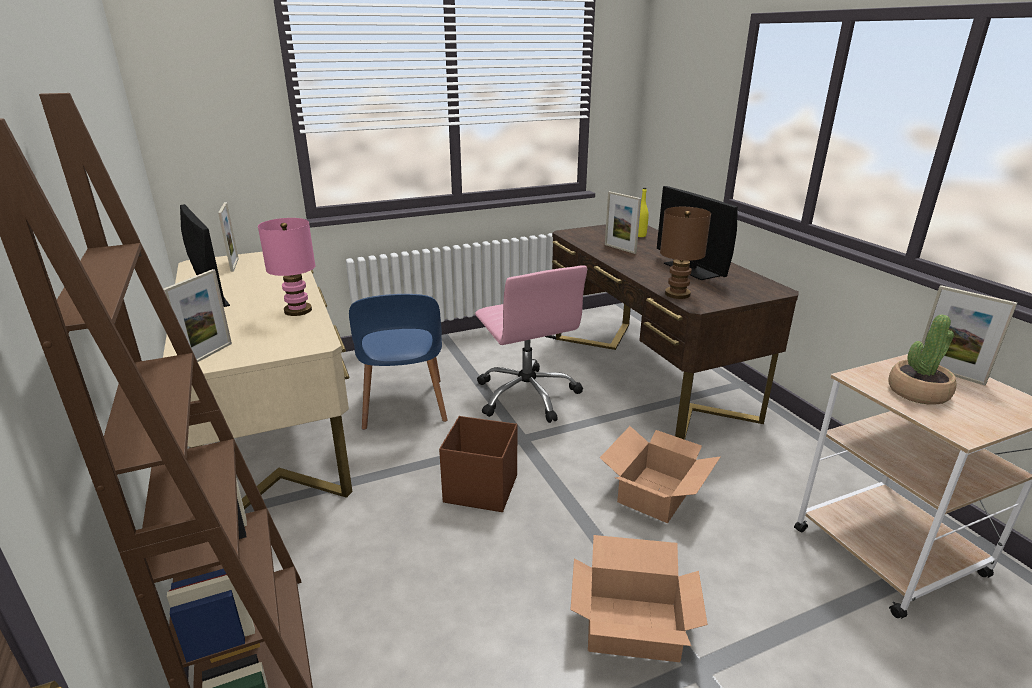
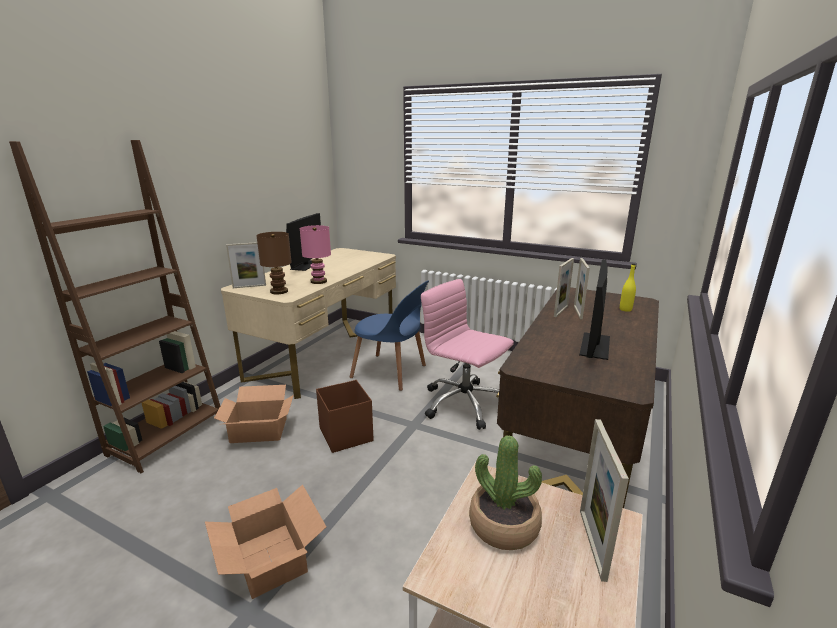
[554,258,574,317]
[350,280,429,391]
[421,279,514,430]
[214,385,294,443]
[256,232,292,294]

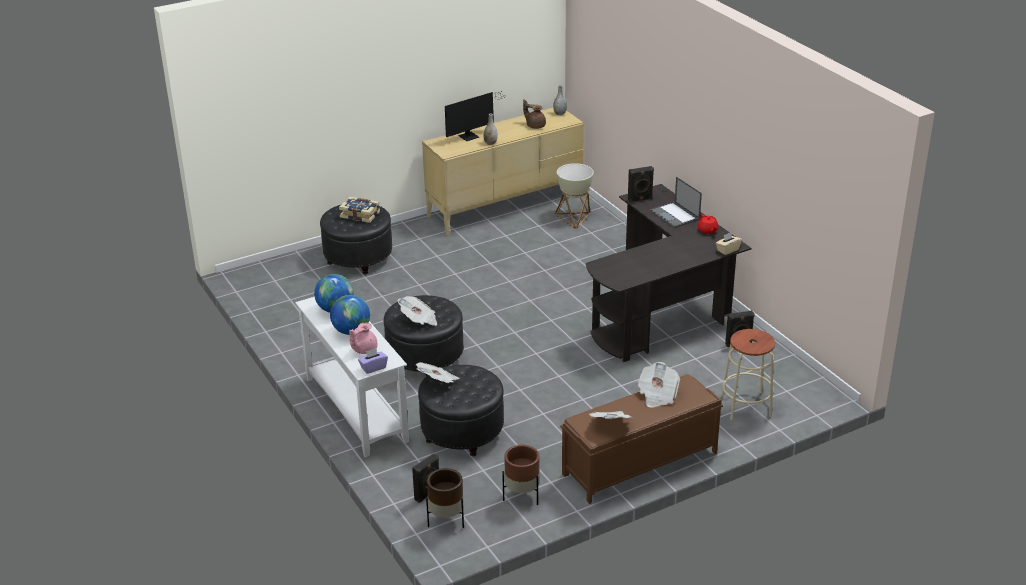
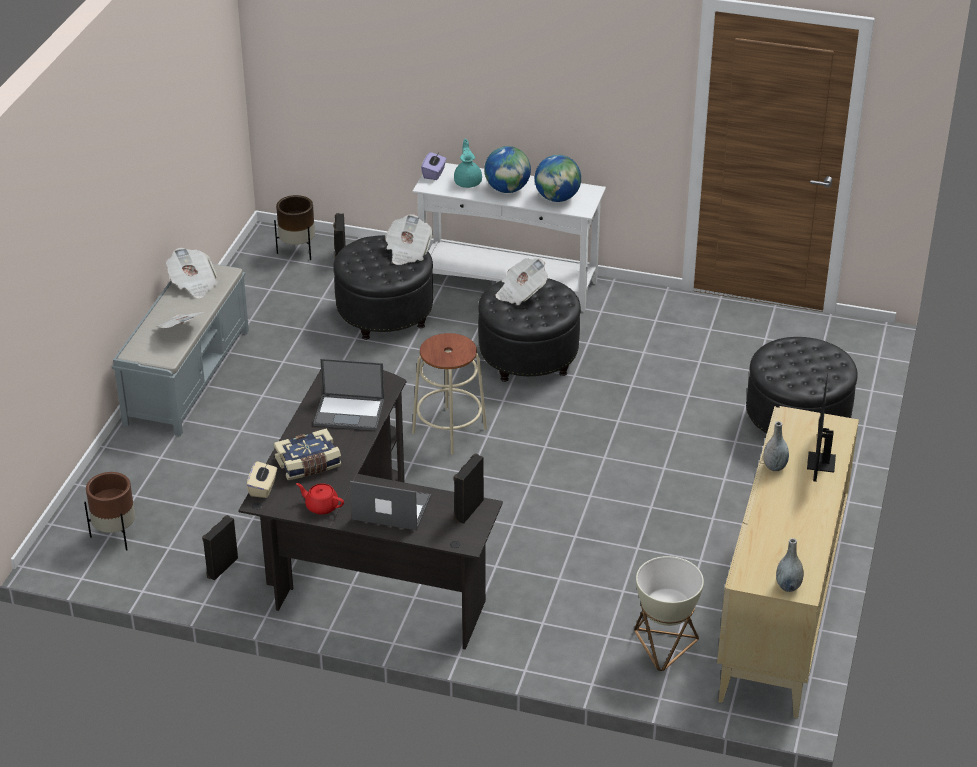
[274,428,341,480]
[454,139,482,188]
[84,472,135,551]
[523,99,546,129] (first image)
[112,263,249,436]
[412,333,487,455]
[313,358,385,431]

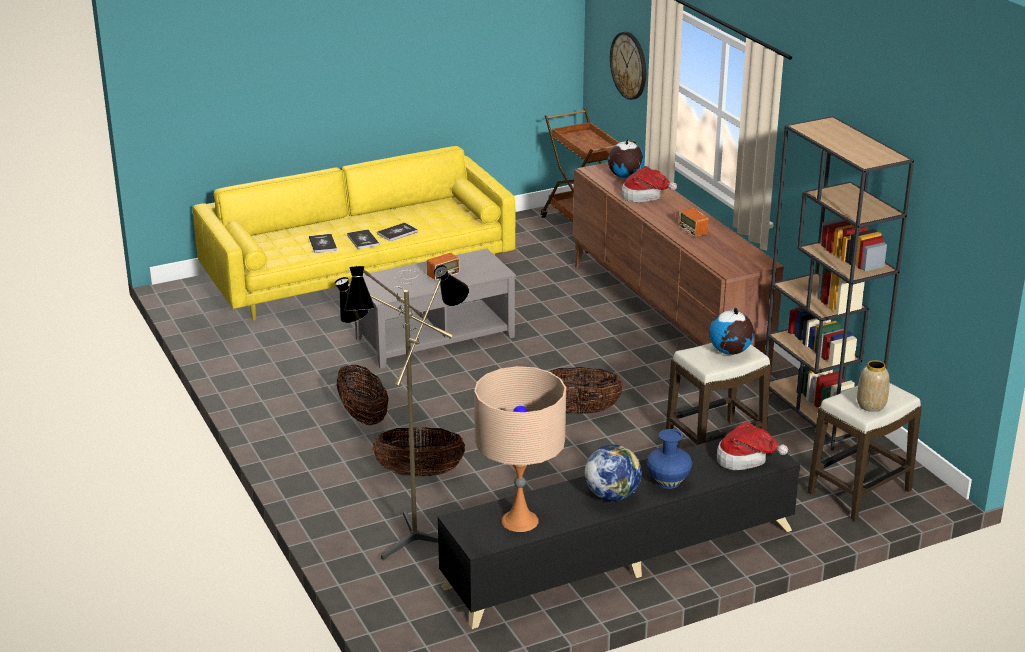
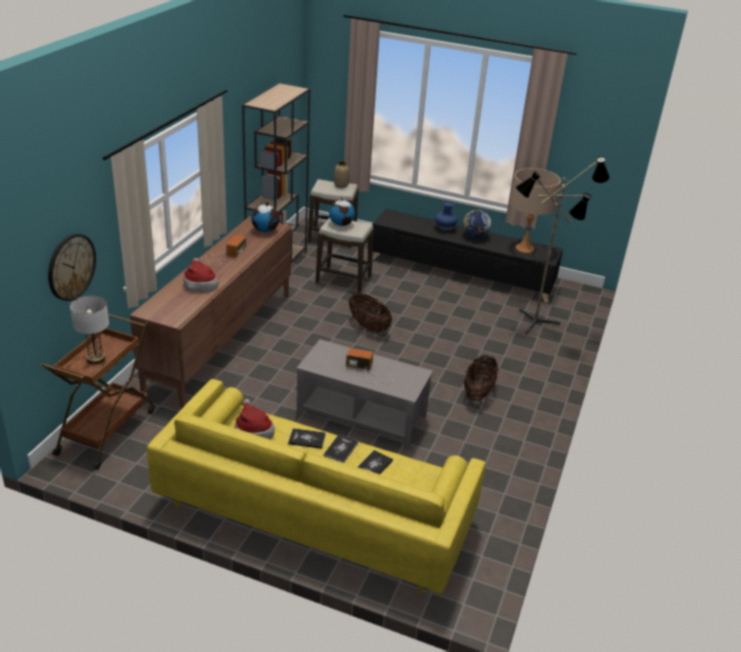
[372,427,465,477] (first image)
[251,202,279,232]
[235,399,275,439]
[70,296,109,364]

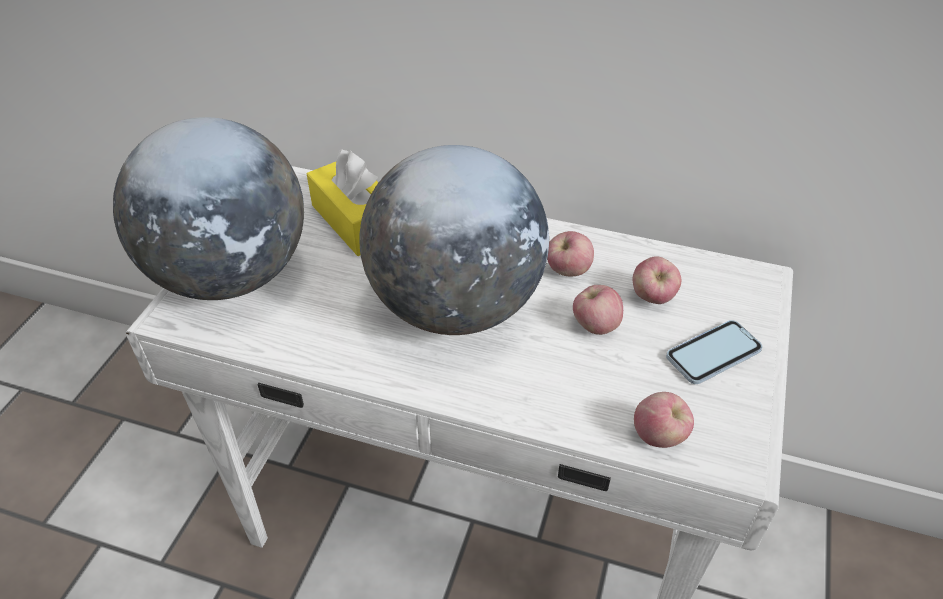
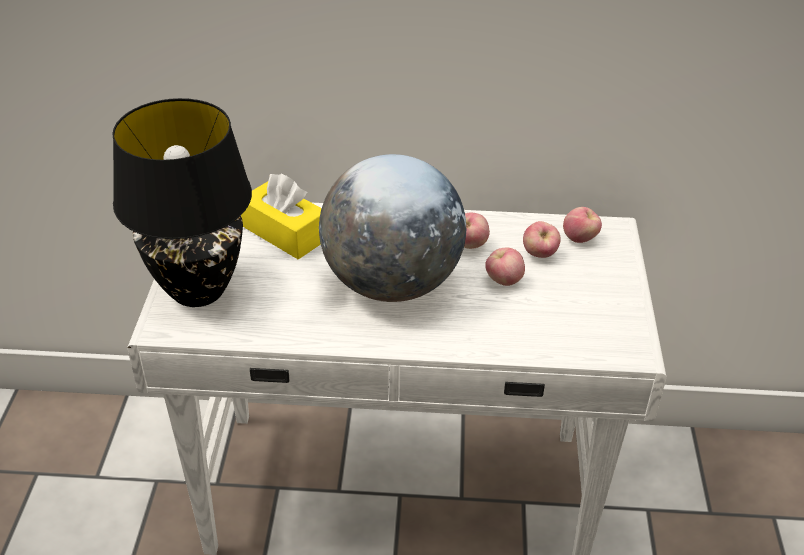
[112,98,252,307]
[563,207,602,243]
[666,320,762,384] (first image)

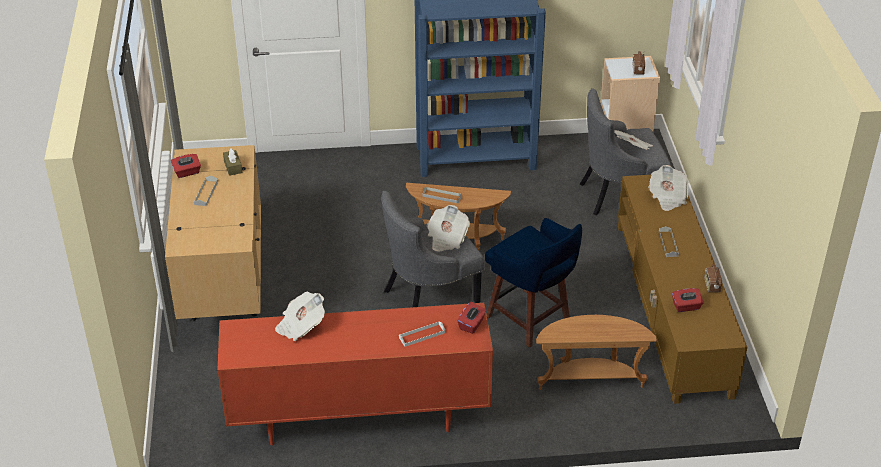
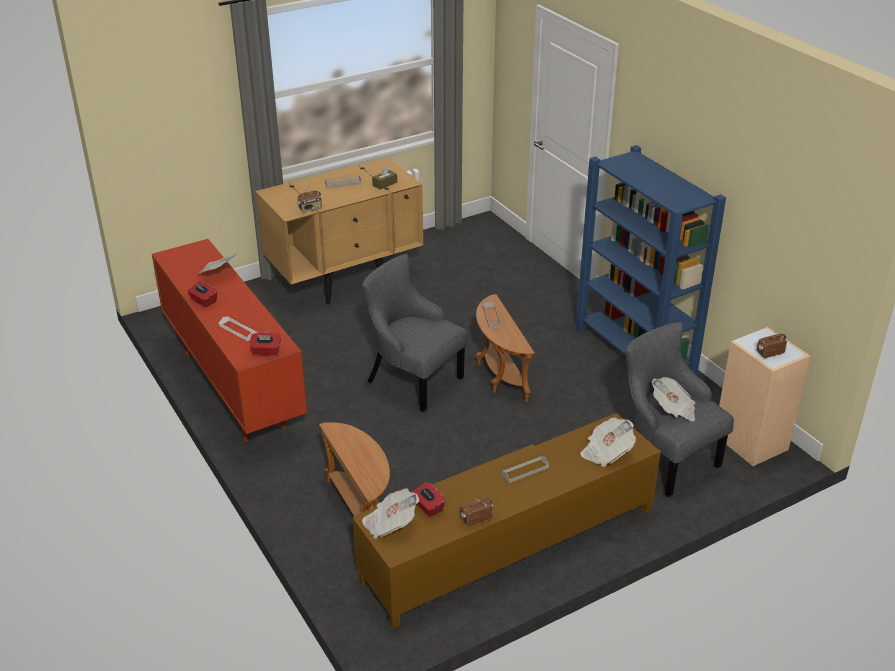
[188,281,217,307]
[362,488,419,539]
[485,218,582,348] (first image)
[297,184,322,212]

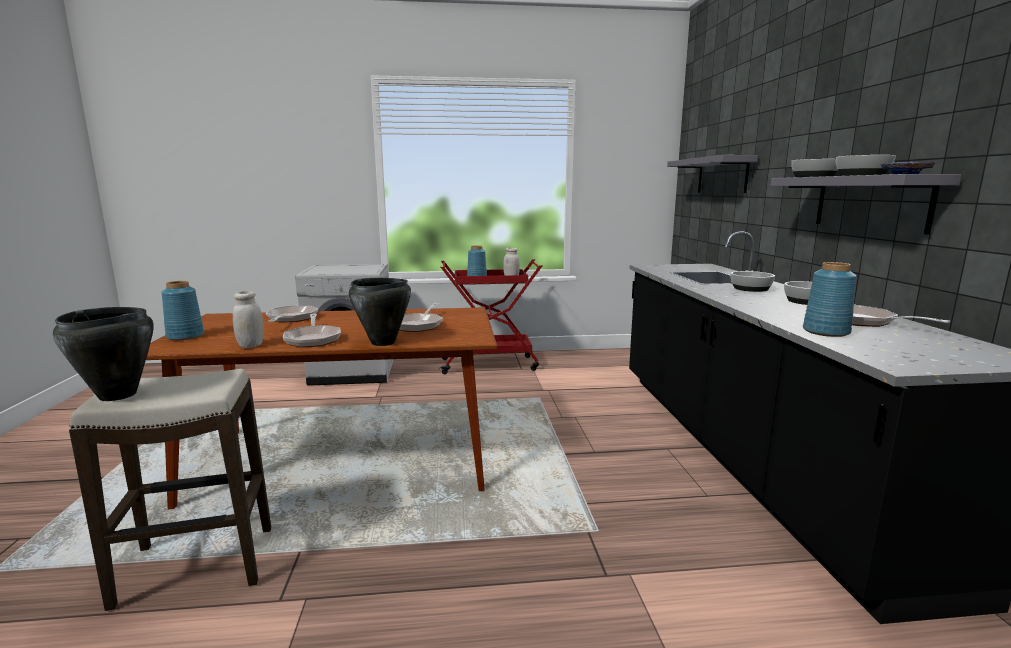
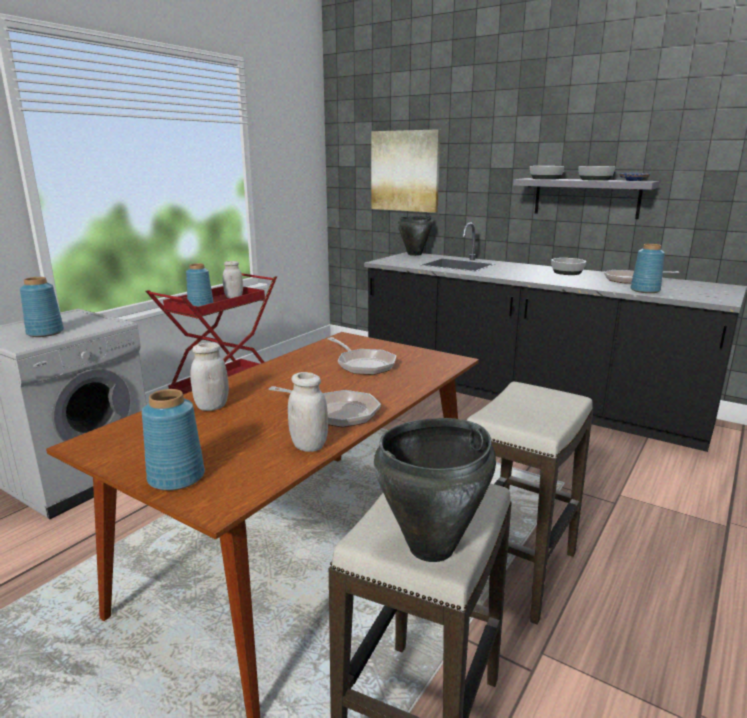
[190,342,229,411]
[398,216,433,256]
[371,129,441,213]
[730,271,775,292] (first image)
[20,277,64,337]
[467,382,593,625]

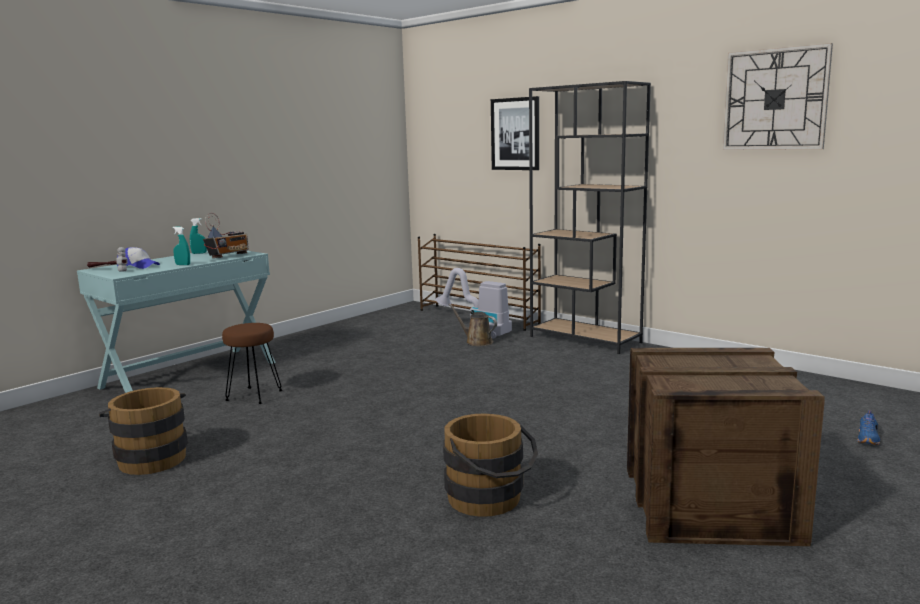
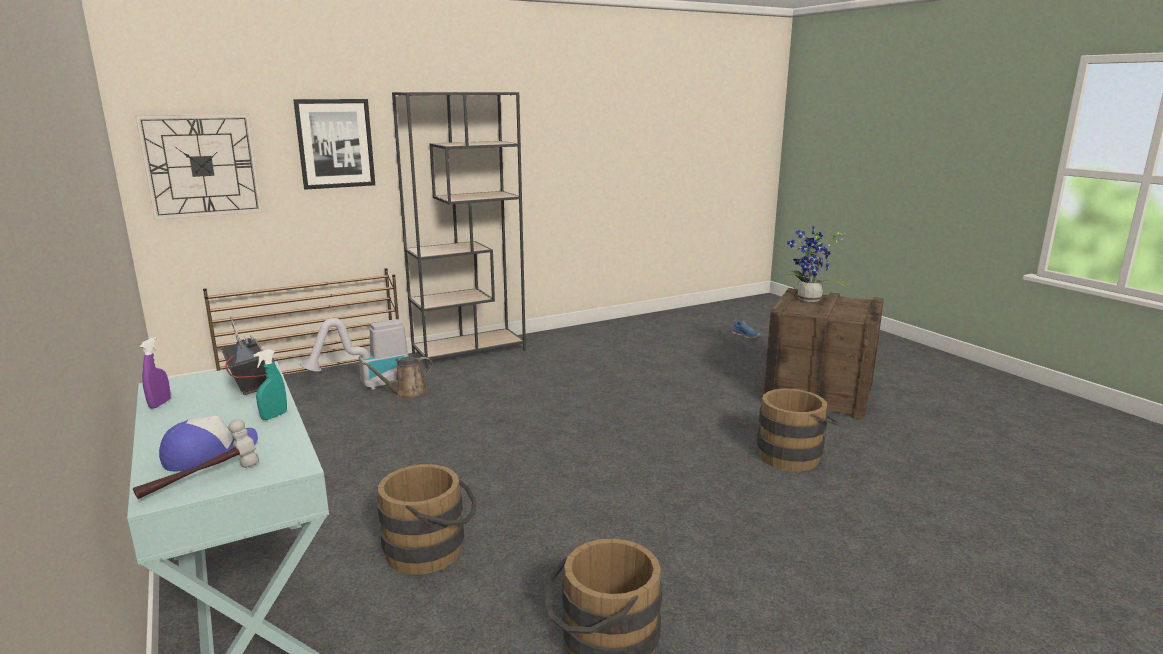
[140,337,171,409]
[378,464,477,575]
[135,114,262,220]
[784,226,849,302]

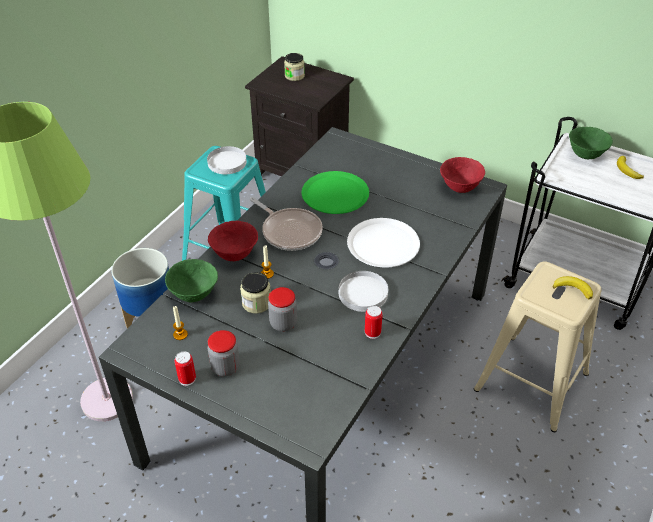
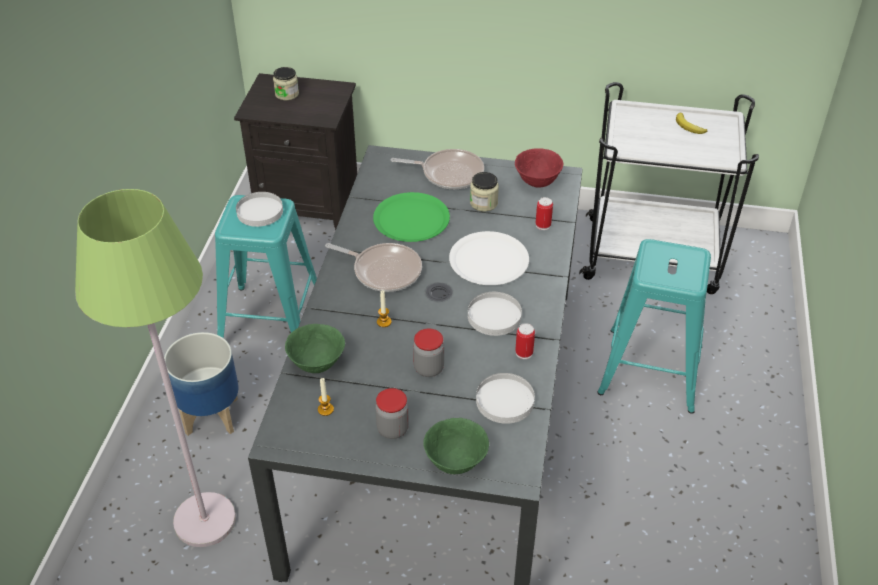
[536,197,553,230]
[208,221,258,261] (first image)
[470,172,499,211]
[597,239,711,414]
[553,276,593,299] (first image)
[423,418,489,474]
[391,149,484,189]
[476,373,535,424]

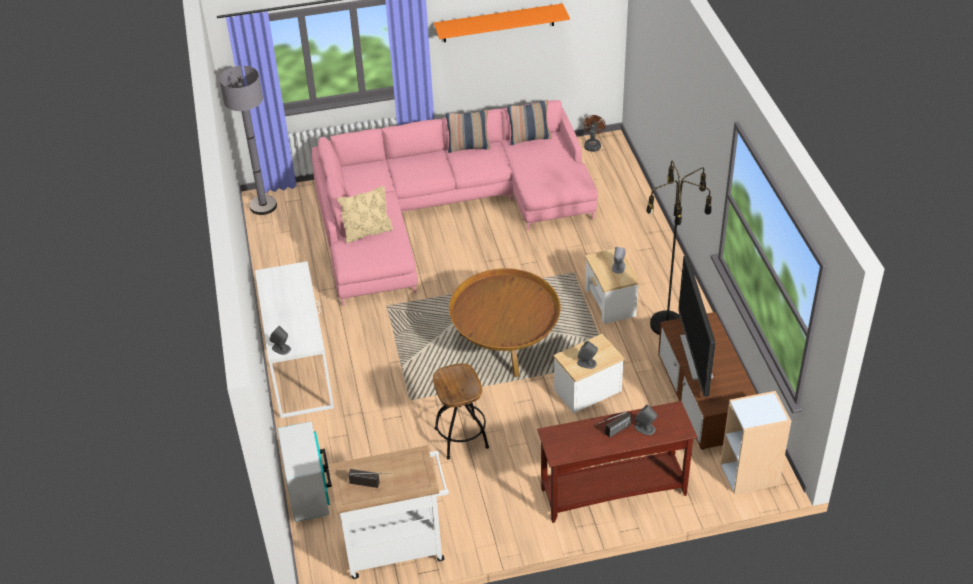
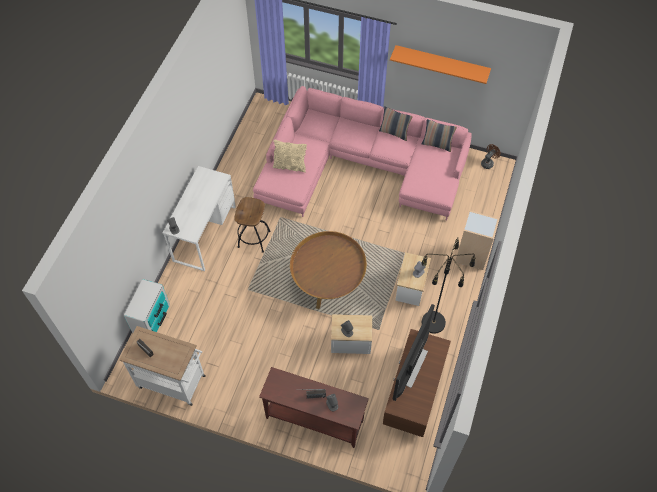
[219,66,277,215] (first image)
[234,197,270,253]
[456,211,499,270]

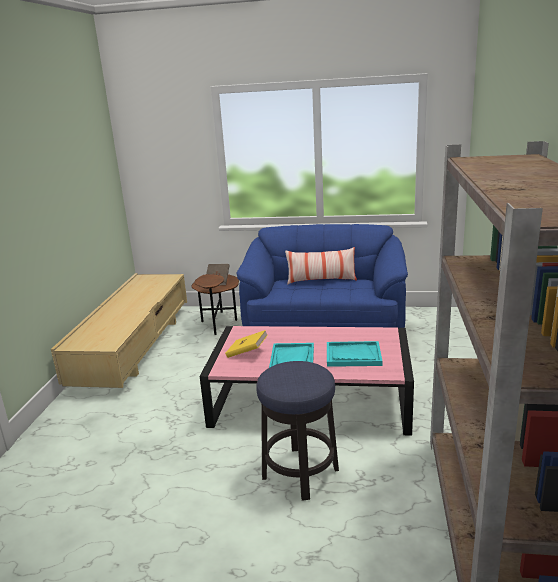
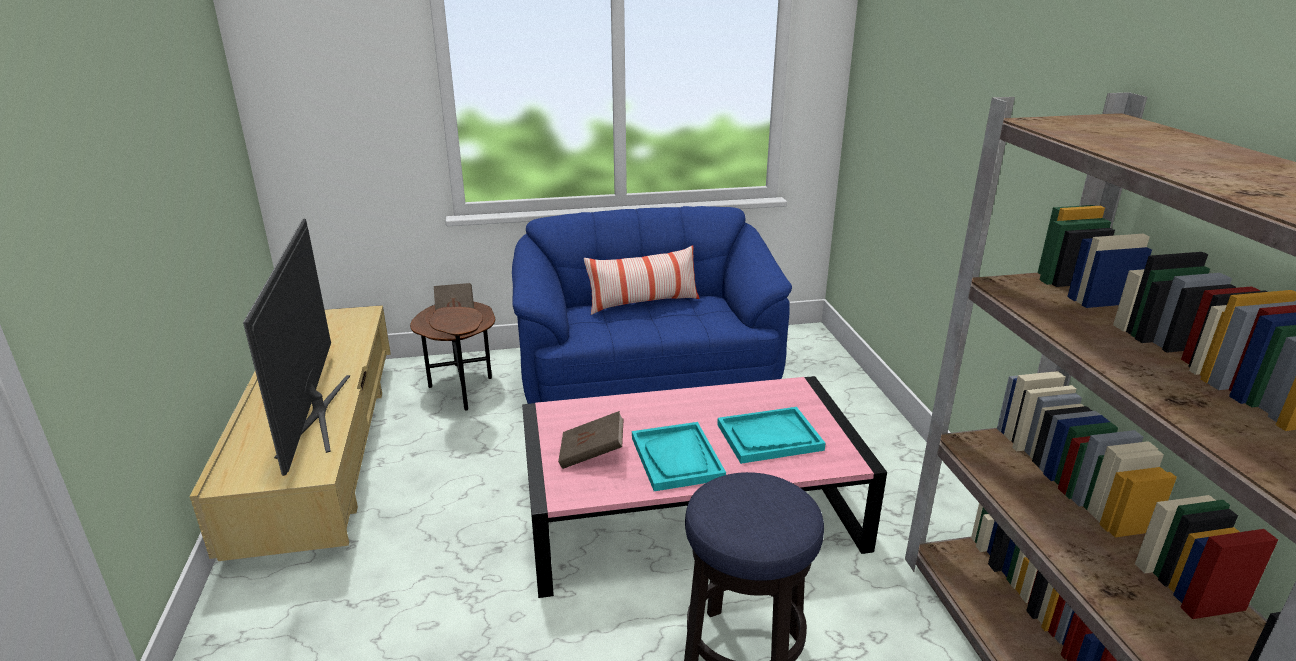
[558,411,624,469]
[243,219,350,476]

